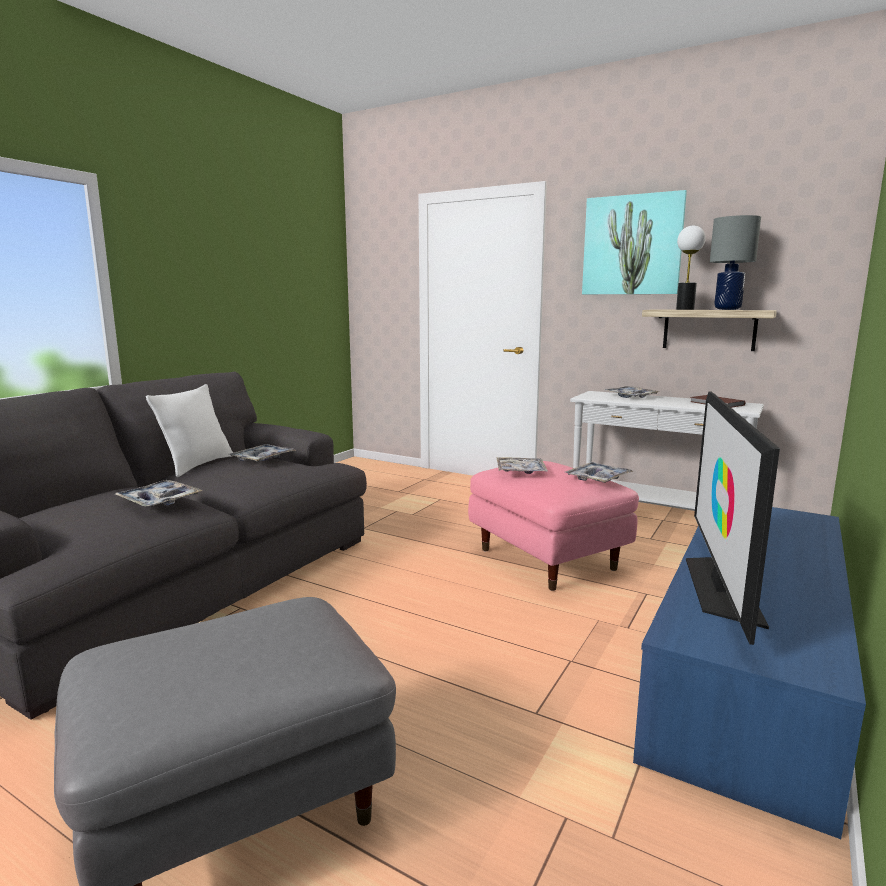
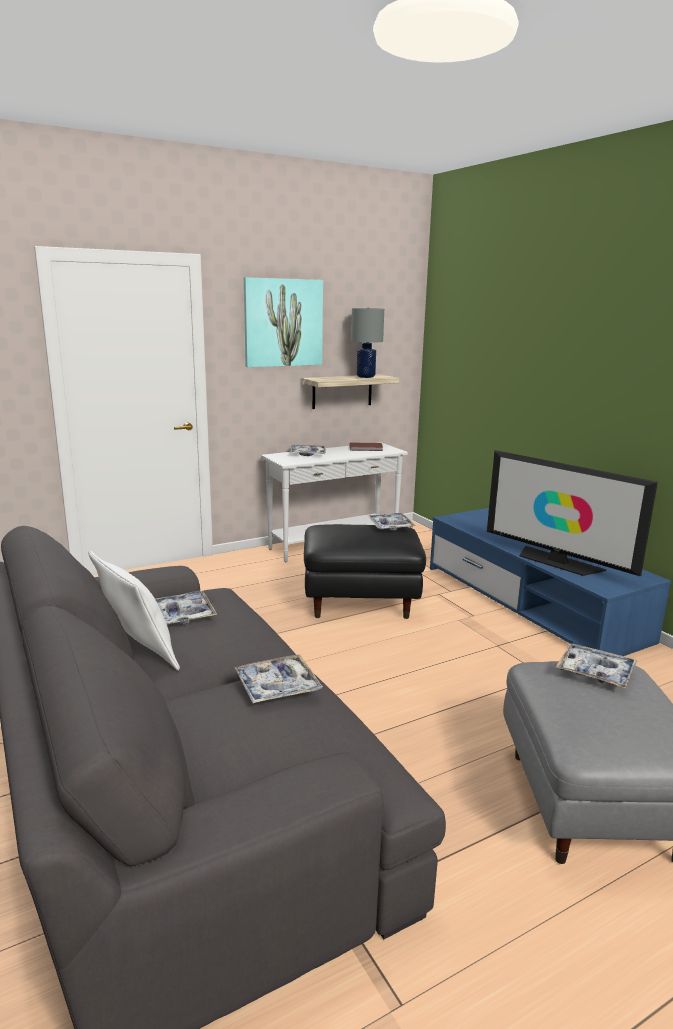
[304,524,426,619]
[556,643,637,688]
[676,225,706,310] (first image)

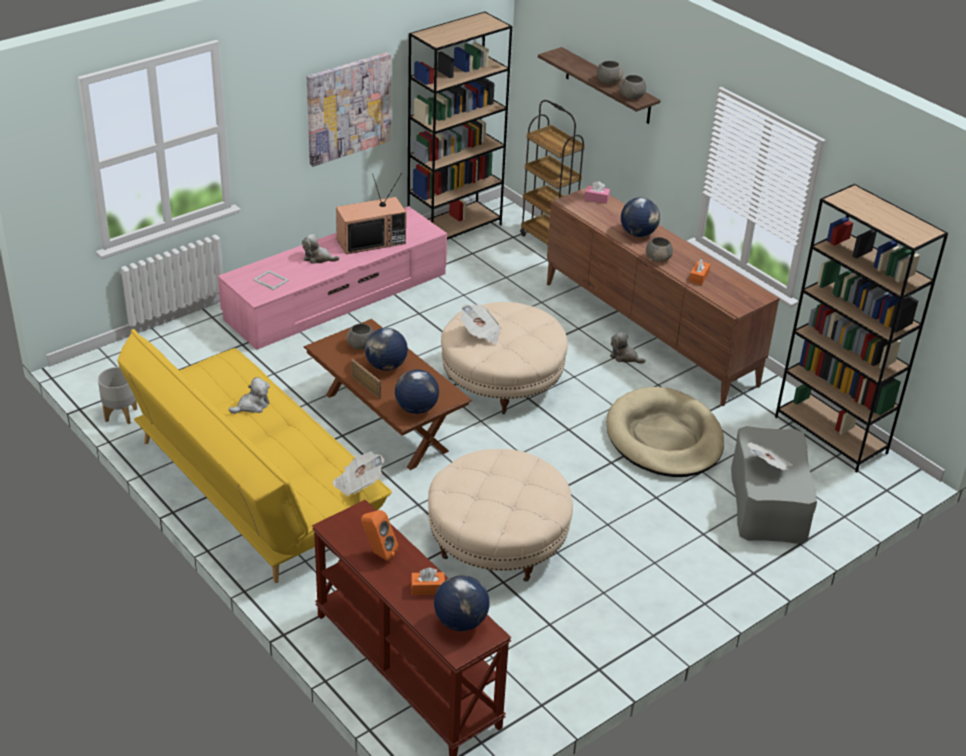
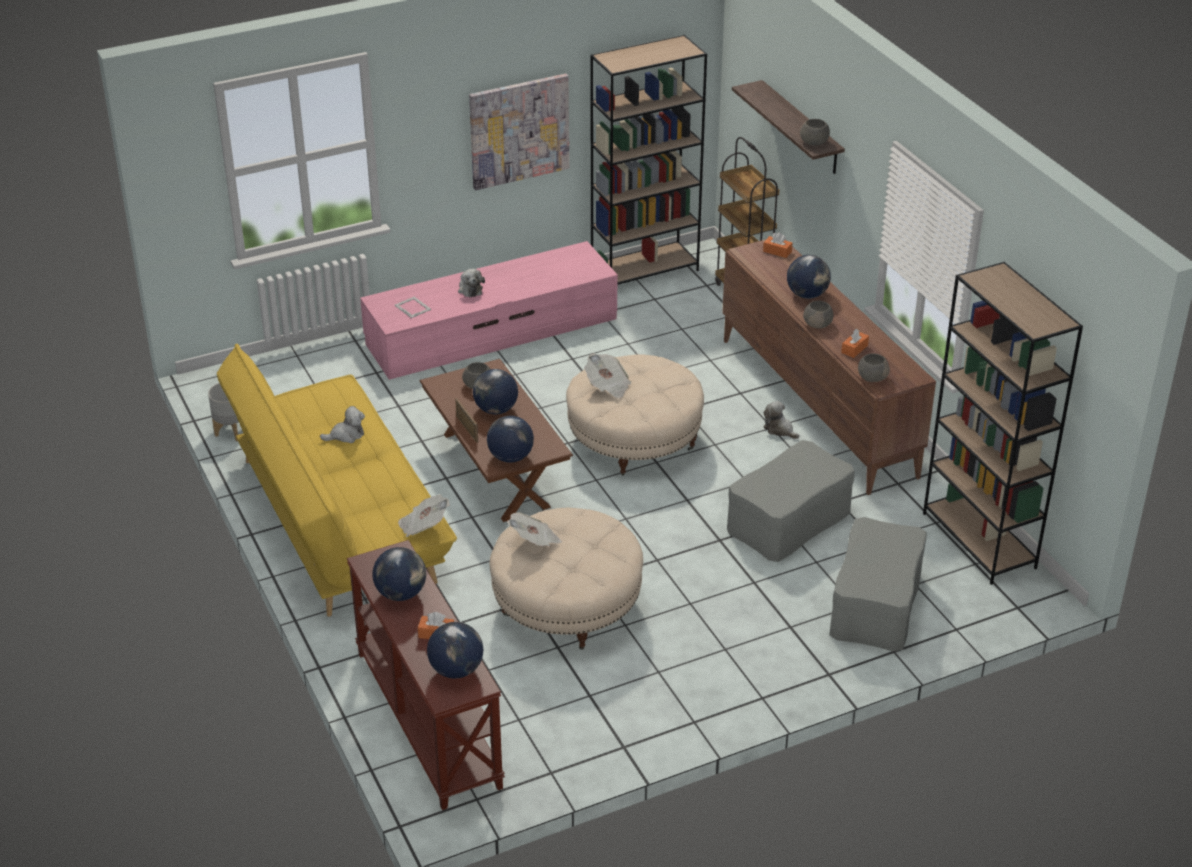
[458,269,485,297]
[336,173,406,254] (first image)
[372,547,426,601]
[763,232,792,258]
[858,353,890,382]
[727,440,855,562]
[507,512,562,547]

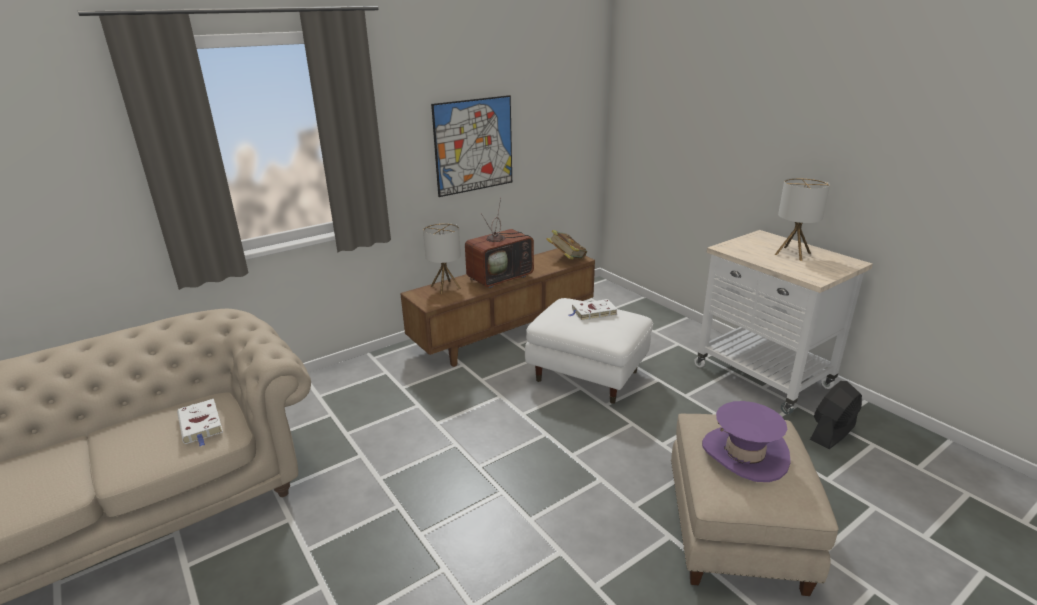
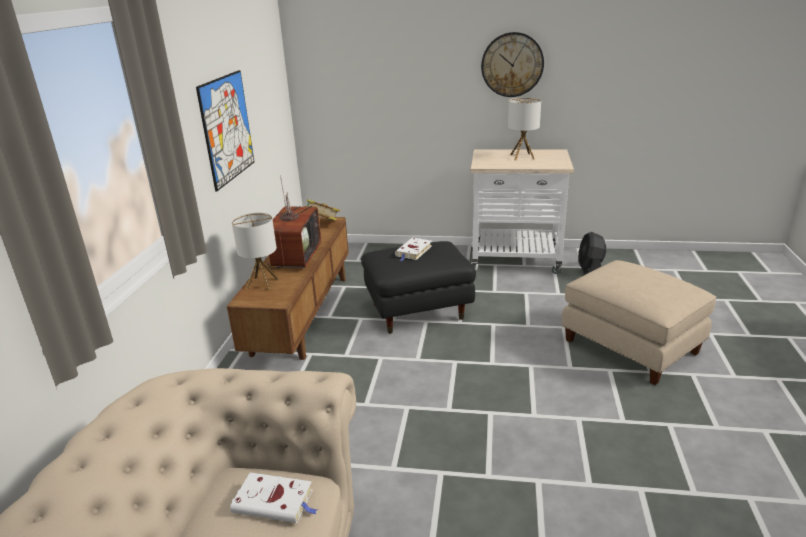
[361,241,476,333]
[702,401,791,482] (first image)
[481,32,544,97]

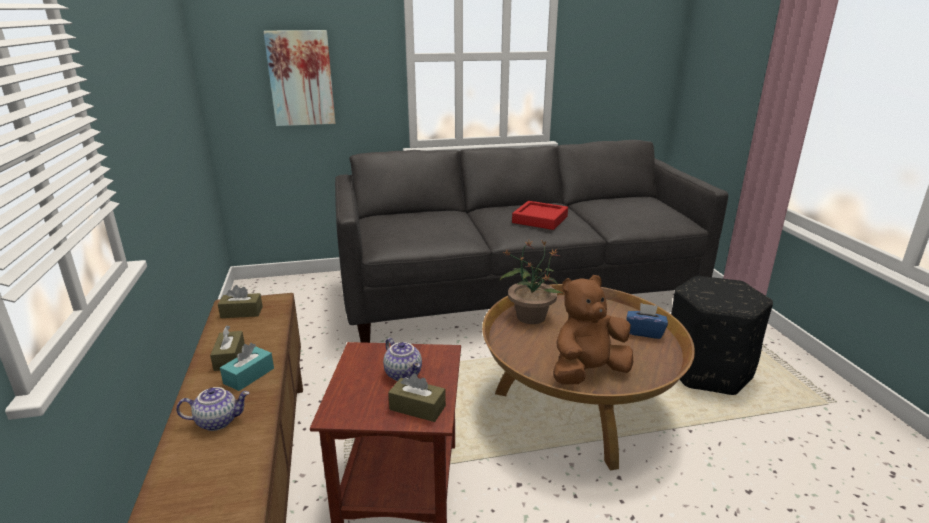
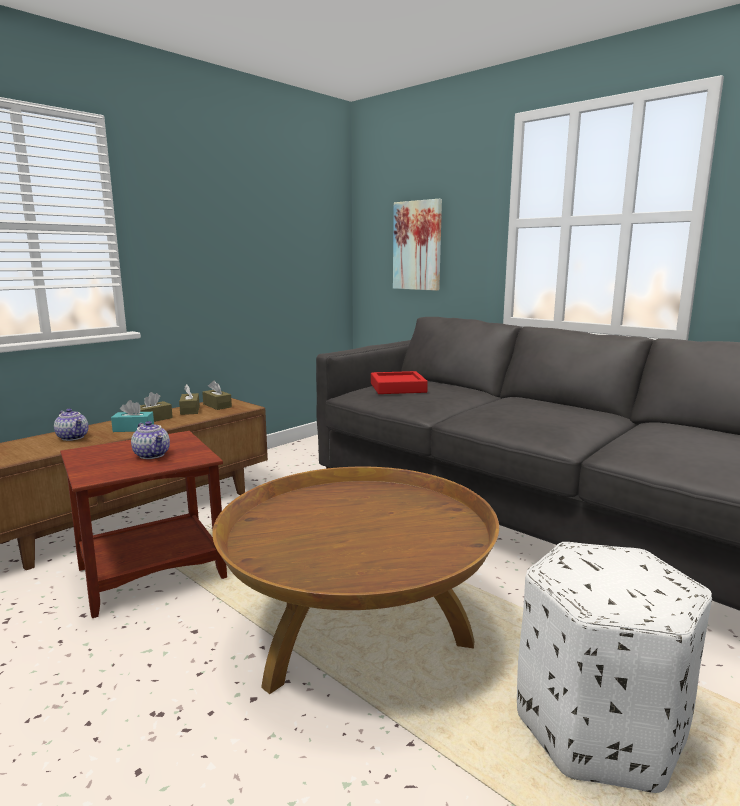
[131,421,170,459]
[179,384,200,415]
[499,240,562,324] (first image)
[371,371,428,394]
[553,275,633,384] (first image)
[627,303,668,339] (first image)
[517,542,712,793]

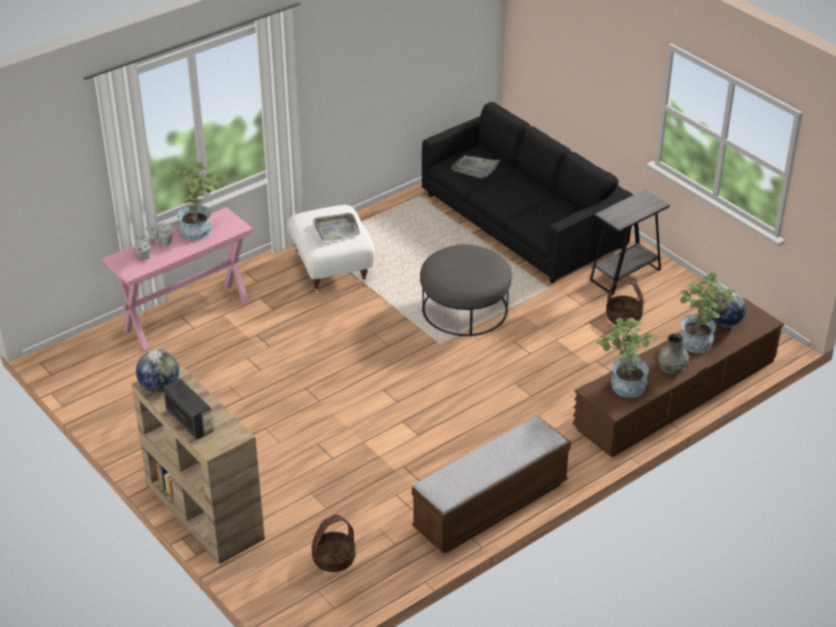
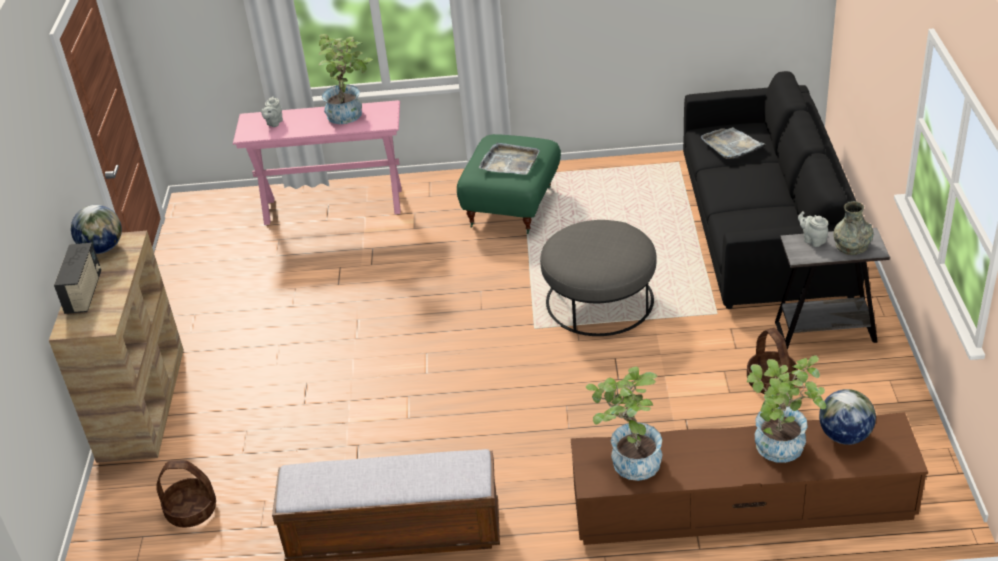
[798,211,829,247]
[457,134,561,234]
[833,201,874,255]

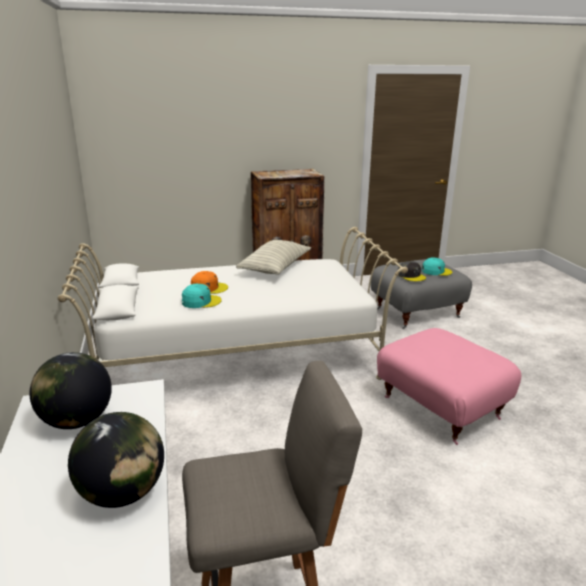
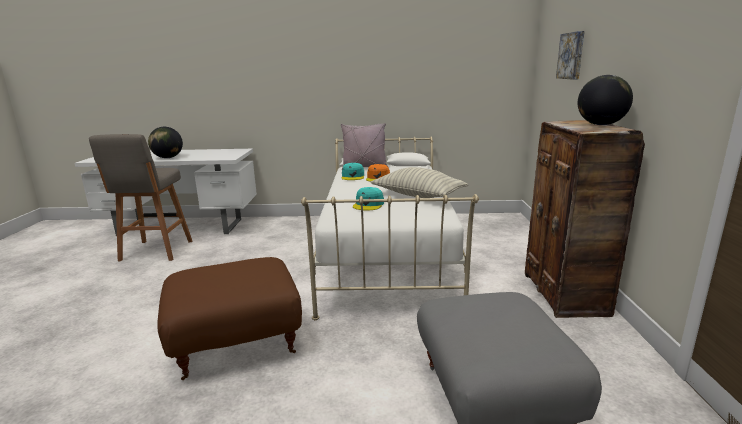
[578,75,633,125]
[157,257,302,380]
[398,261,426,281] (first image)
[353,187,384,210]
[341,123,387,169]
[556,31,585,80]

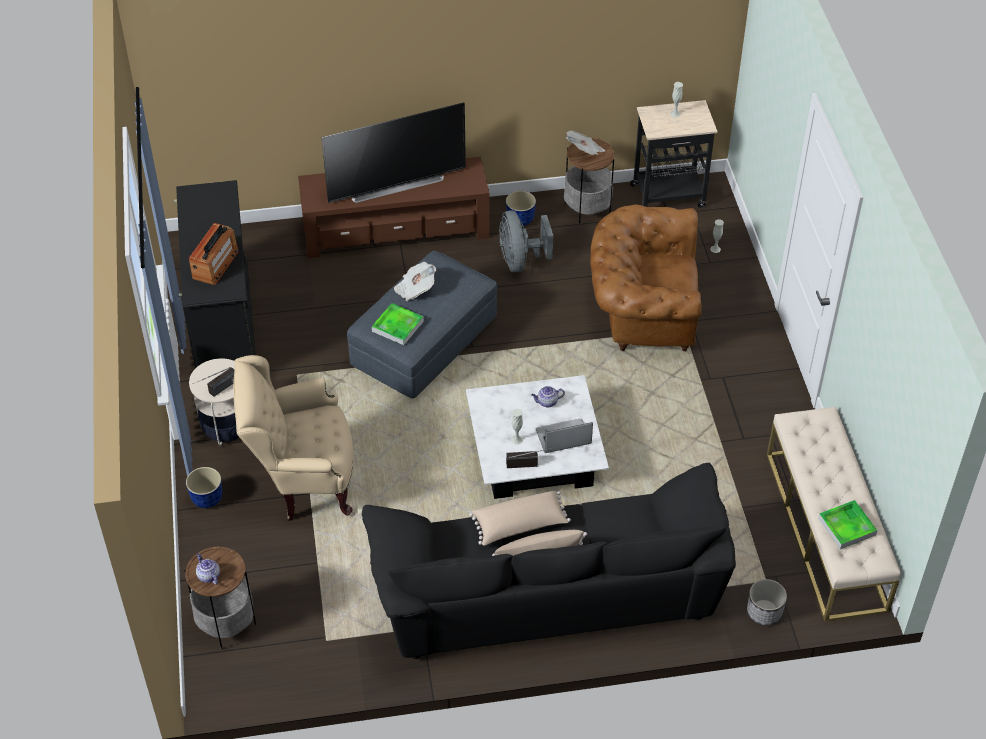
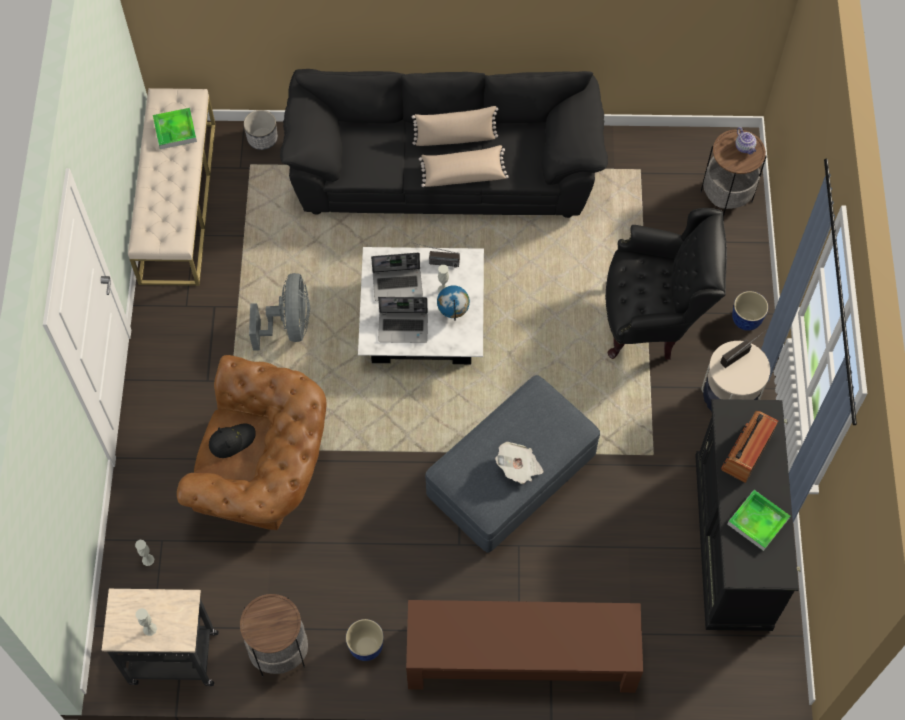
[606,208,727,360]
[322,102,466,203] (first image)
[727,490,790,551]
[249,273,310,351]
[378,297,428,343]
[566,131,605,155] (first image)
[209,423,256,458]
[437,285,470,321]

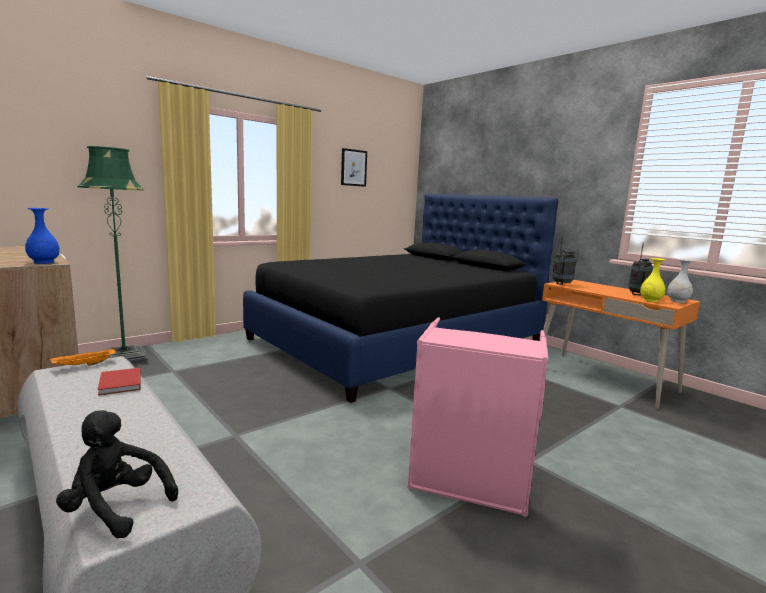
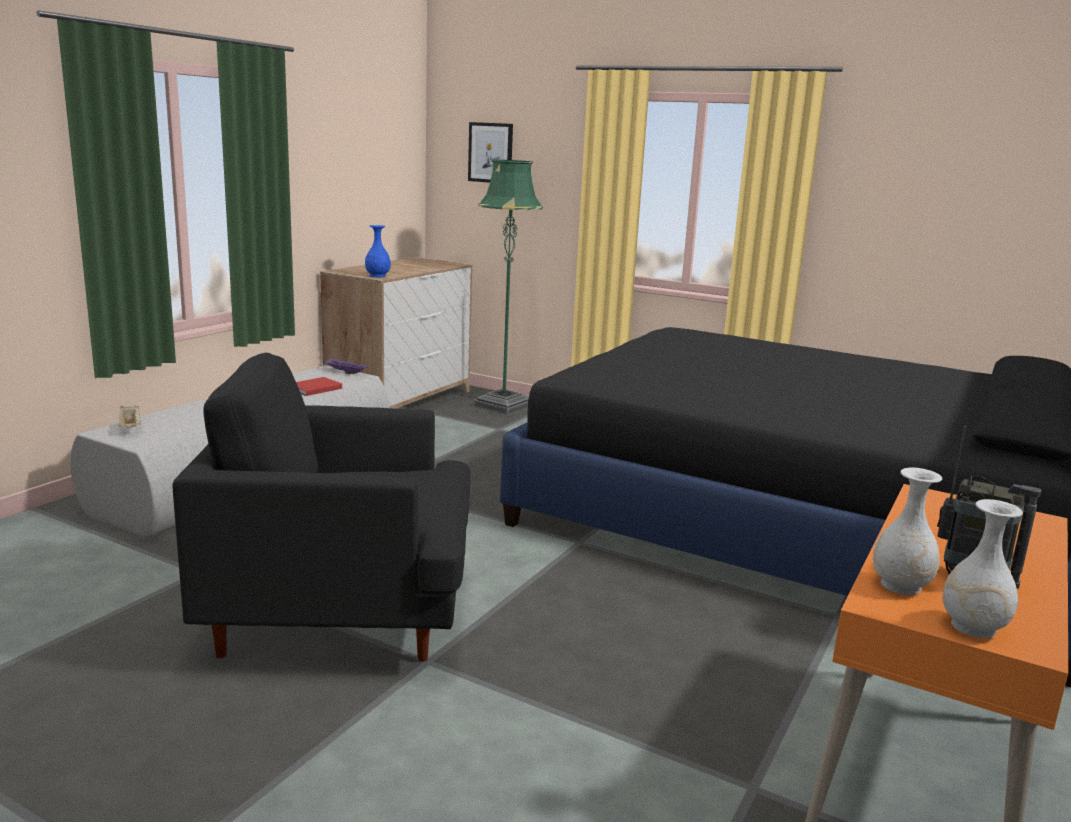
[323,358,369,374]
[119,406,141,427]
[468,122,513,183]
[172,353,470,662]
[553,236,577,285] (first image)
[873,468,942,595]

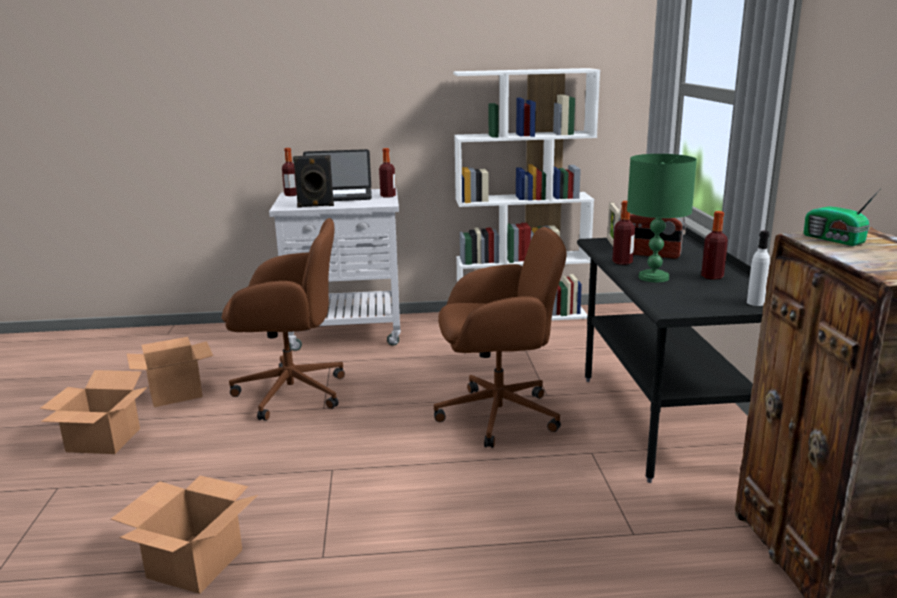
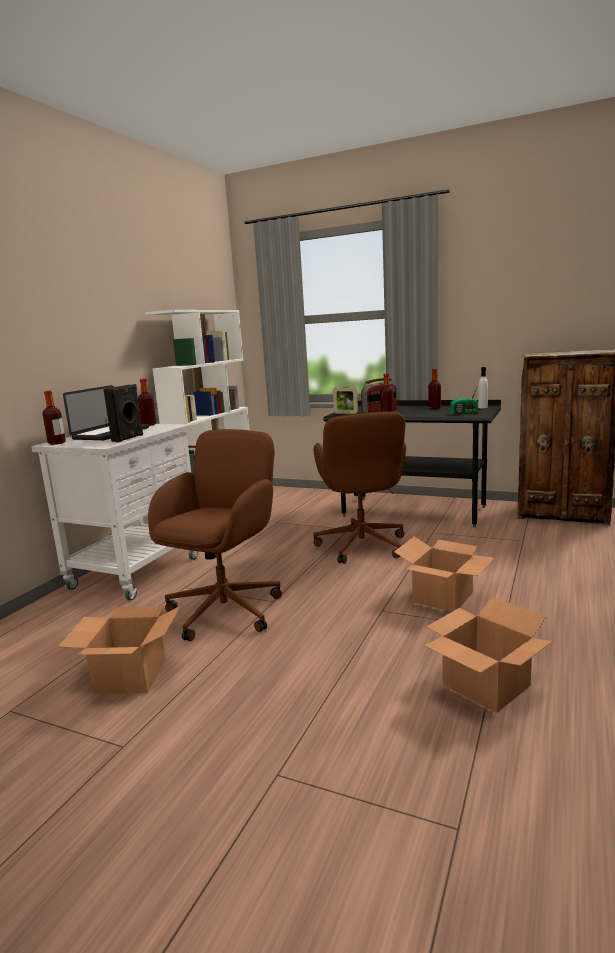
[394,537,494,612]
[313,411,406,564]
[627,154,697,282] (first image)
[450,387,478,414]

